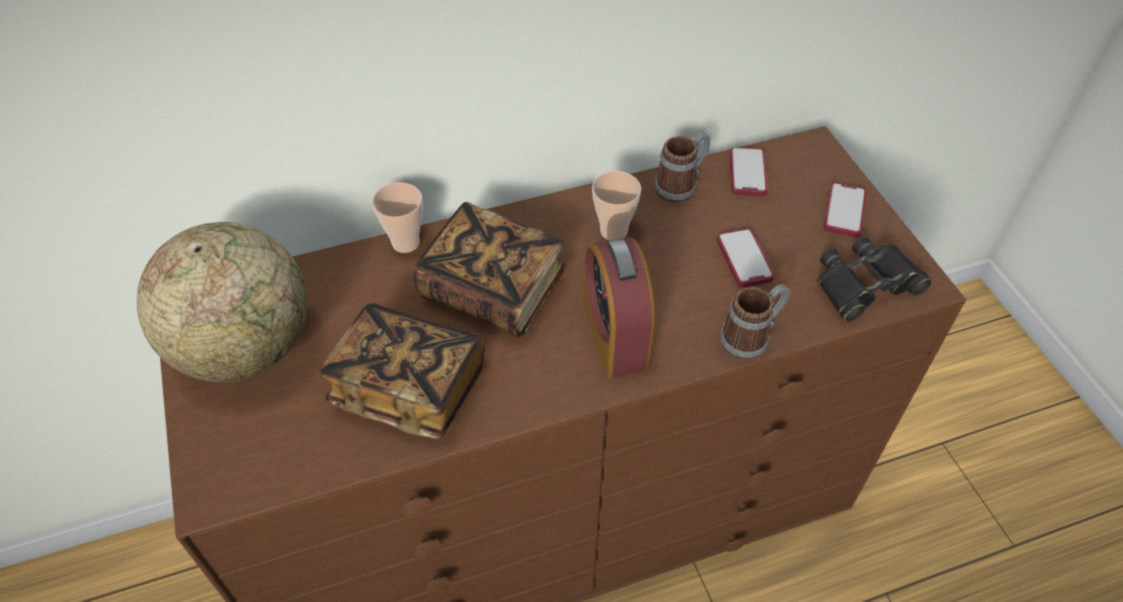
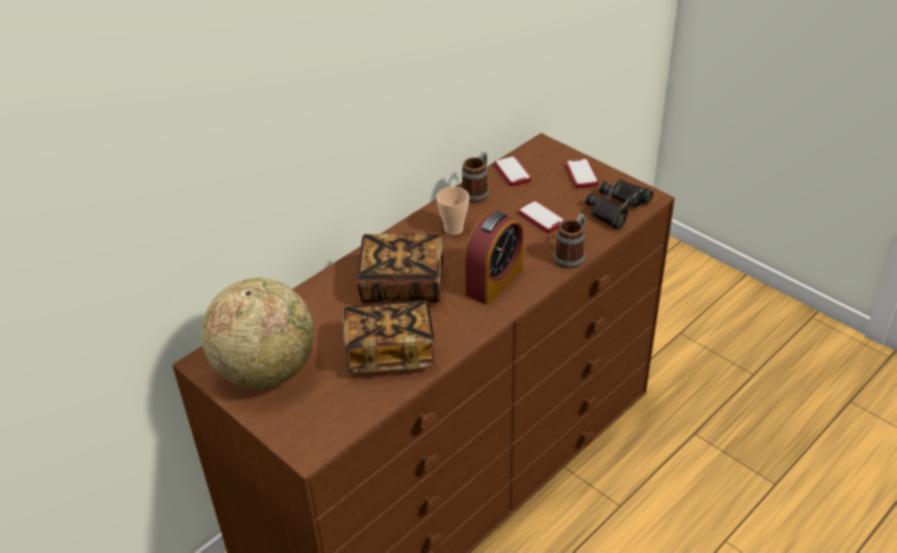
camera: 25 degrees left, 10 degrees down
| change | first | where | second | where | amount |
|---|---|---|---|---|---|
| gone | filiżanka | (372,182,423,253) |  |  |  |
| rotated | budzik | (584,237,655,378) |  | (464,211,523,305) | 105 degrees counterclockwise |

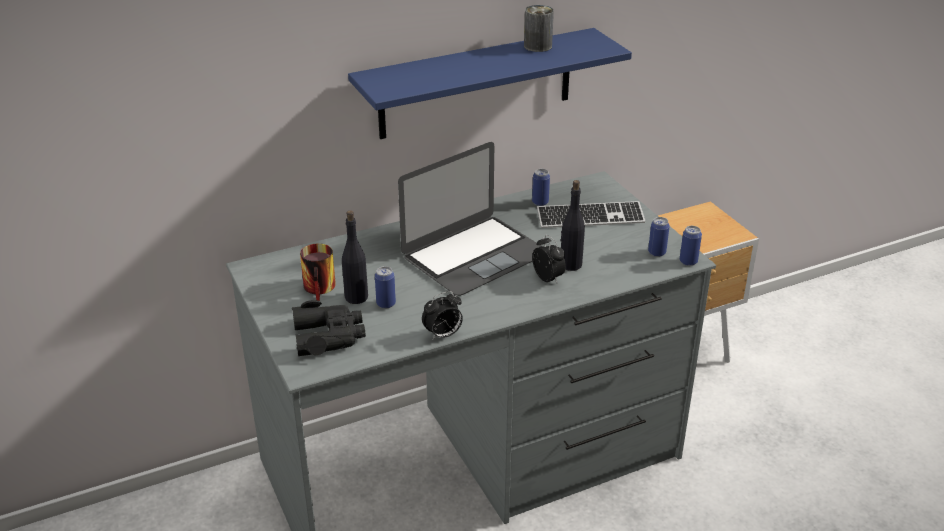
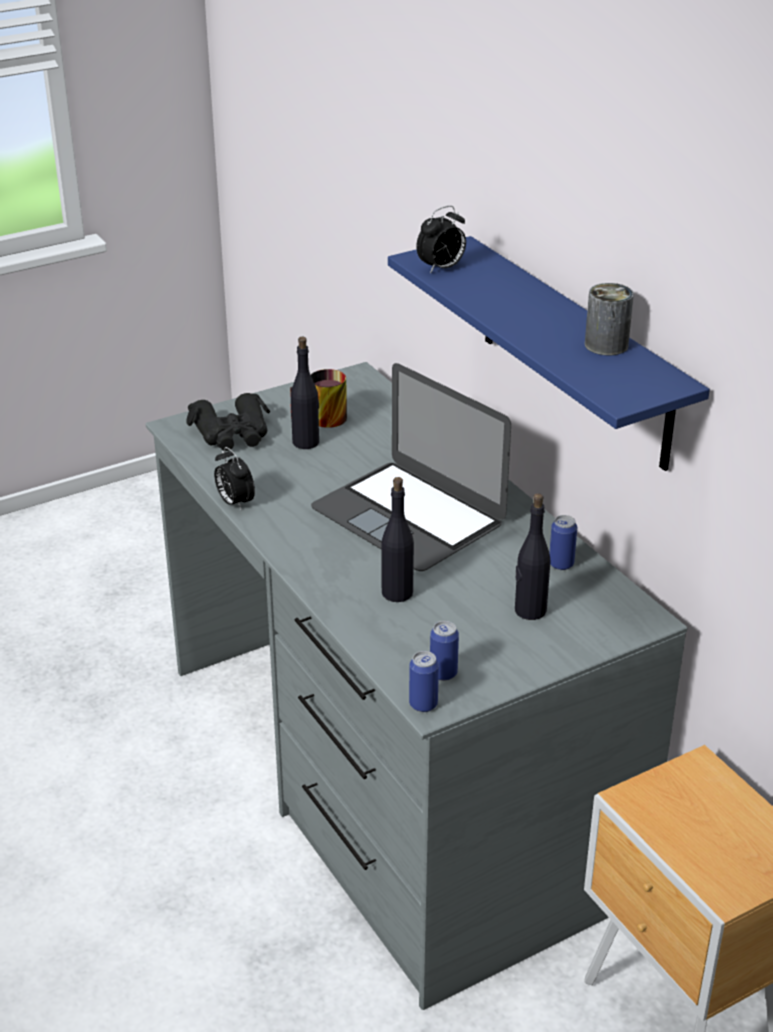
camera: 85 degrees right, 0 degrees up
| change | first | where | second | where | amount |
|---|---|---|---|---|---|
| gone | puszka | (375,266,396,309) |  |  |  |
| shifted | budzik | (532,235,566,283) |  | (416,206,466,274) |  |
| swapped | klawiatura | (537,201,645,228) | butelka [czarny] | (515,493,550,620) |  |

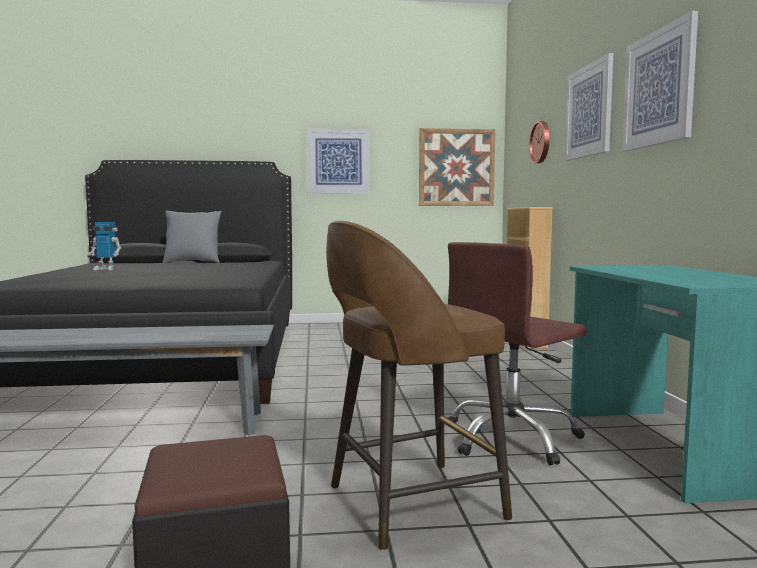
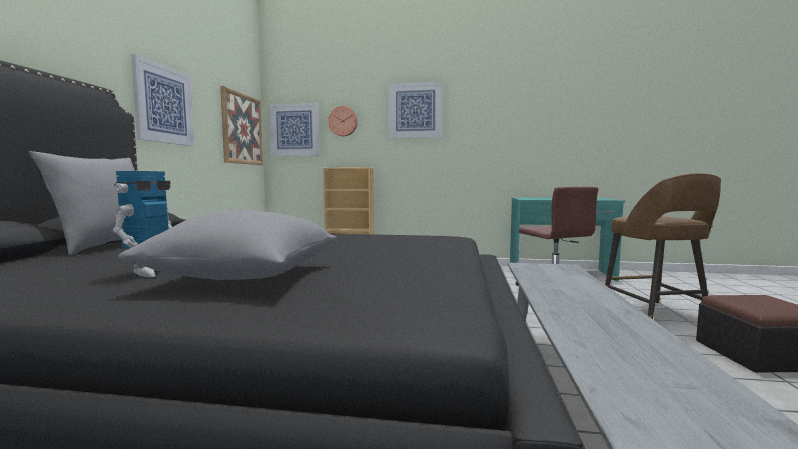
camera: 75 degrees left, 0 degrees up
| change | first | where | second | where | amount |
|---|---|---|---|---|---|
| new |  |  | poduszka [szary] | (118,210,337,280) |  |
| shifted | obraz | (622,11,698,151) |  | (269,103,320,156) |  |

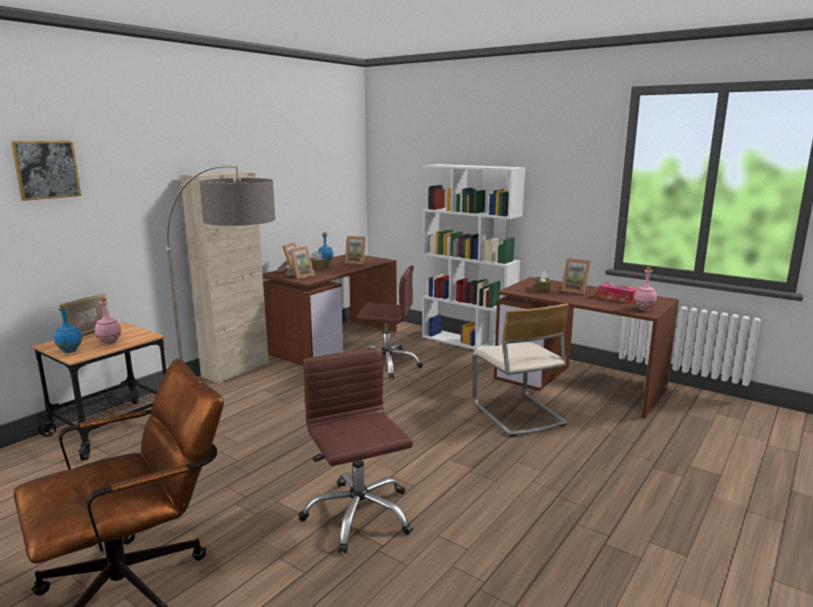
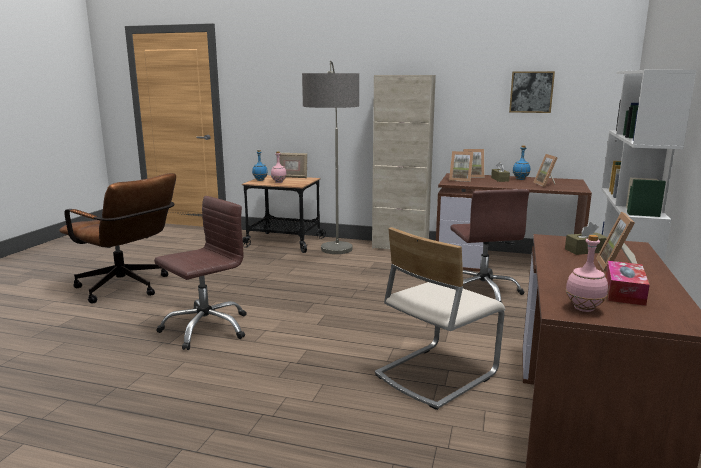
camera: 70 degrees right, 0 degrees up
| change | first | where | second | where | amount |
|---|---|---|---|---|---|
| shifted | obraz | (11,141,81,201) |  | (509,71,555,113) |  |

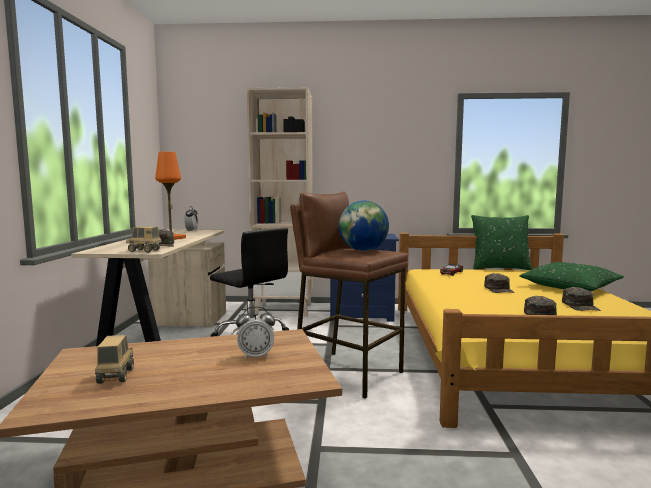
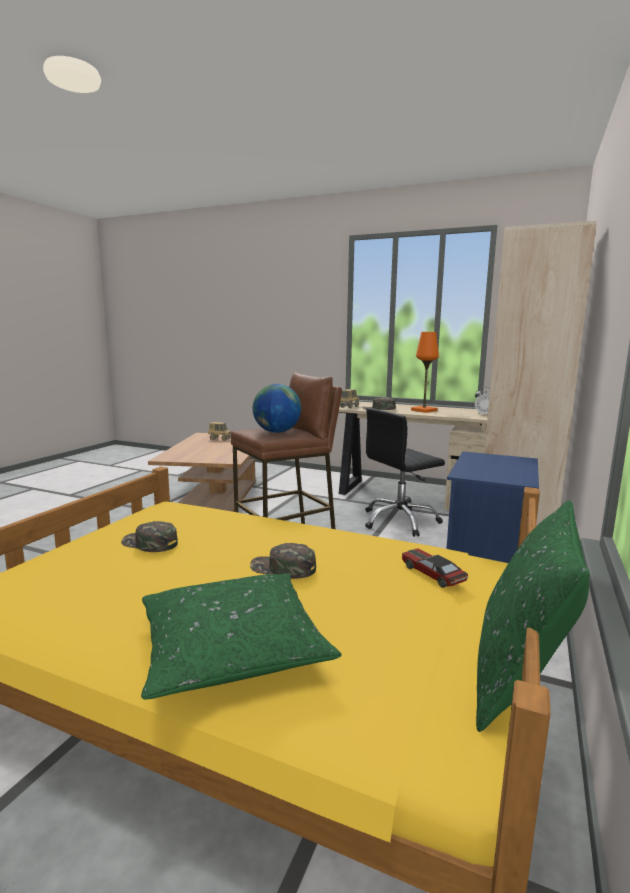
camera: 110 degrees right, 5 degrees up
| change | first | where | second | where | amount |
|---|---|---|---|---|---|
| gone | budzik | (236,306,275,359) |  |  |  |
| gone | czapka z daszkiem [zielony] | (562,287,601,311) |  |  |  |

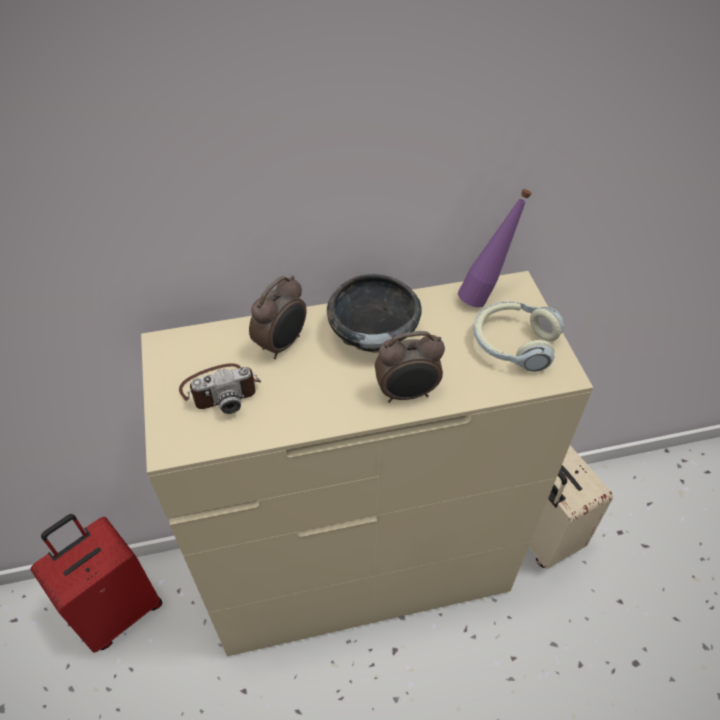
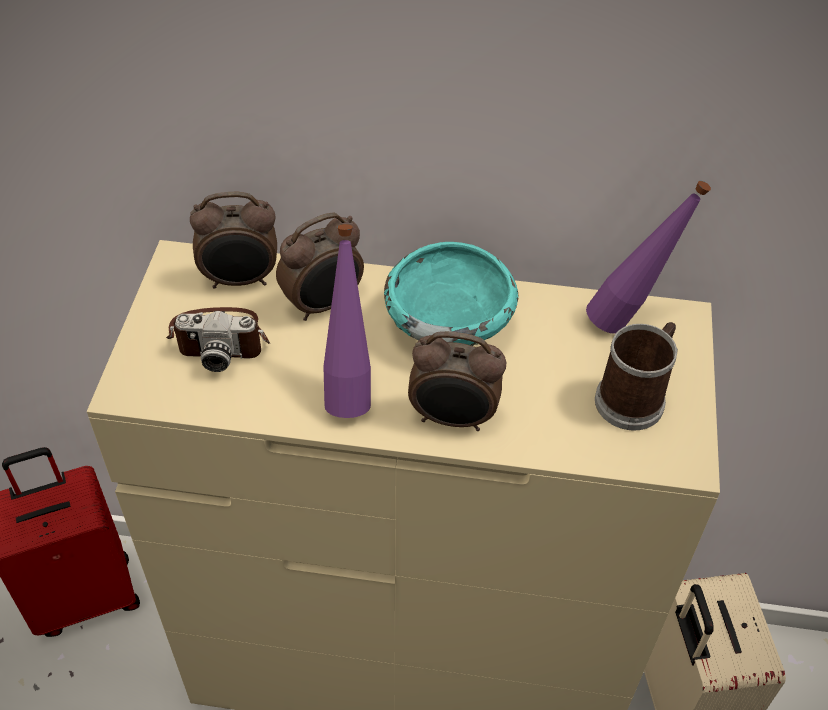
camera: 20 degrees right, 0 degrees up
| change | first | where | second | where | amount |
|---|---|---|---|---|---|
| new |  |  | budzik | (190,192,277,289) |  |
| new |  |  | butelka [fioletowy] | (323,224,371,418) |  |
| swapped | słuchawki | (473,301,564,372) | kubek | (595,322,678,431) |  |
| repainted | miska [czarny] | (327,274,422,353) | miska [turkusowy] | (384,242,519,346) |  |

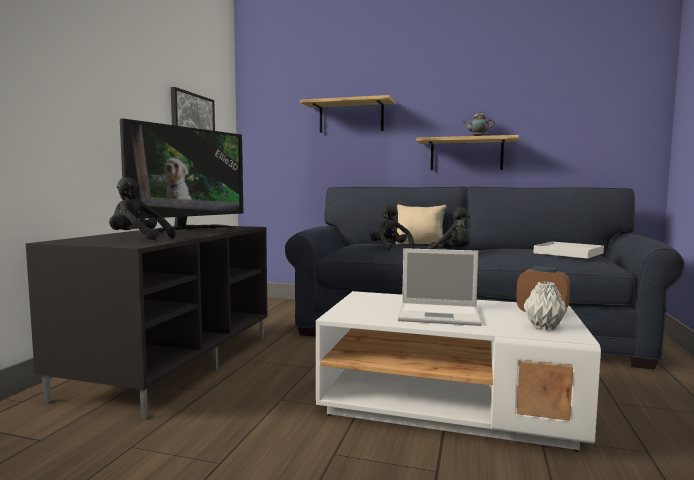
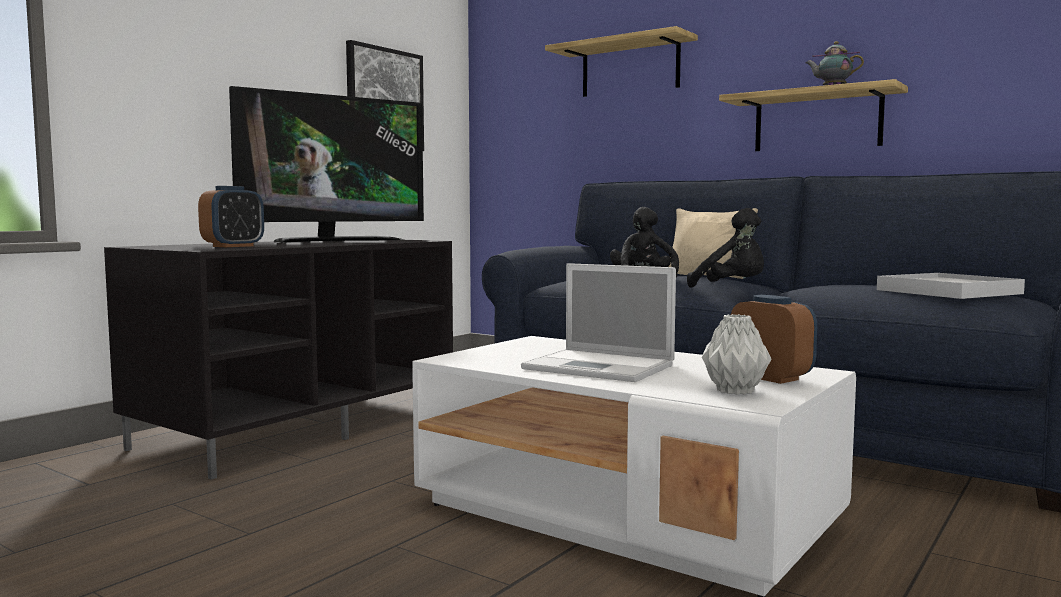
camera: 20 degrees right, 0 degrees up
| change | first | where | second | where | amount |
|---|---|---|---|---|---|
| swapped | pluszak [czarny] | (109,177,176,240) | budzik | (198,186,264,247) |  |

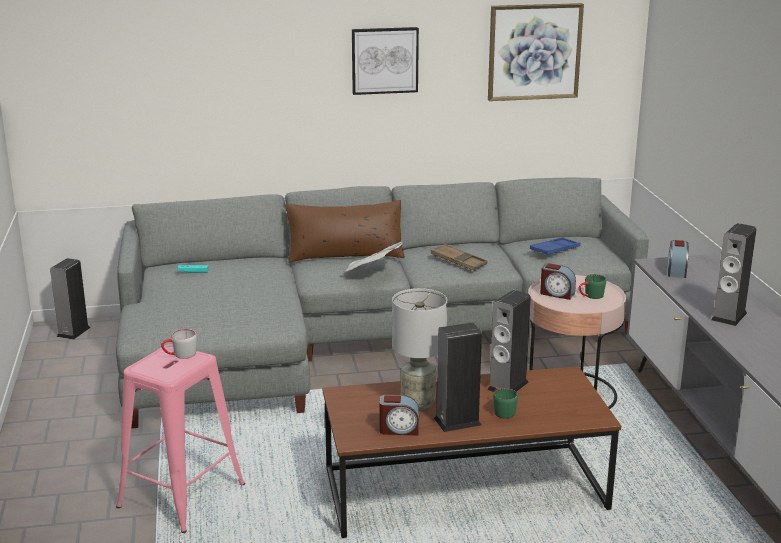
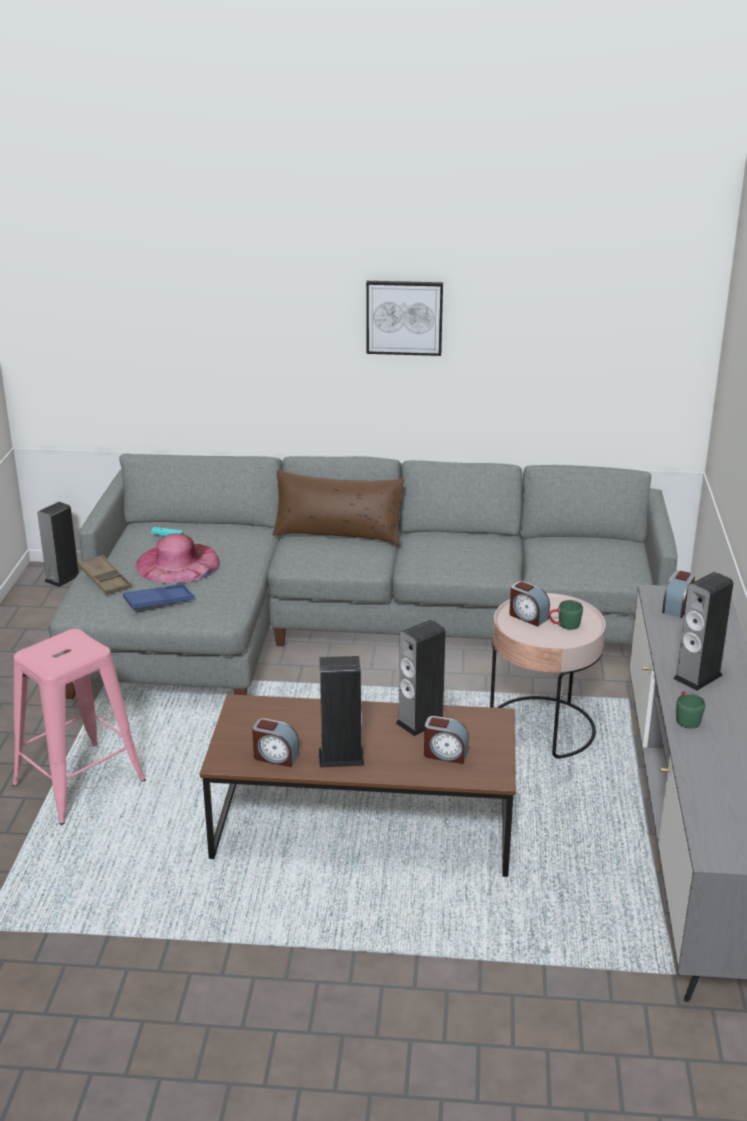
camera: 15 degrees right, 5 degrees up
| change | first | where | second | where | amount |
|---|---|---|---|---|---|
| gone | kubek [szary] | (161,329,197,359) |  |  |  |
| gone | gazeta | (343,241,403,273) |  |  |  |
| gone | lampa stołowa [szary] | (392,288,447,410) |  |  |  |
| gone | obraz | (488,3,584,101) |  |  |  |
| new |  |  | kapelusz [różowy] | (136,533,220,584) |  |
| new |  |  | budzik | (424,716,469,764) |  |
| shifted | taca [brązowy] | (431,244,487,270) |  | (78,555,132,595) |  |
| shifted | kubek [zielony] | (493,387,518,418) |  | (676,691,705,728) |  |
| shifted | taca [niebieski] | (530,237,580,256) |  | (123,584,194,610) |  |

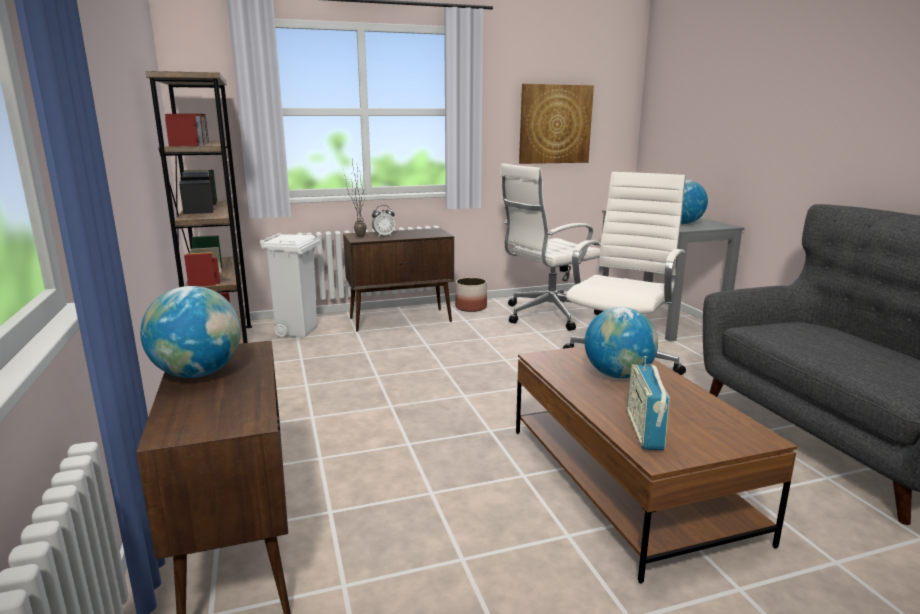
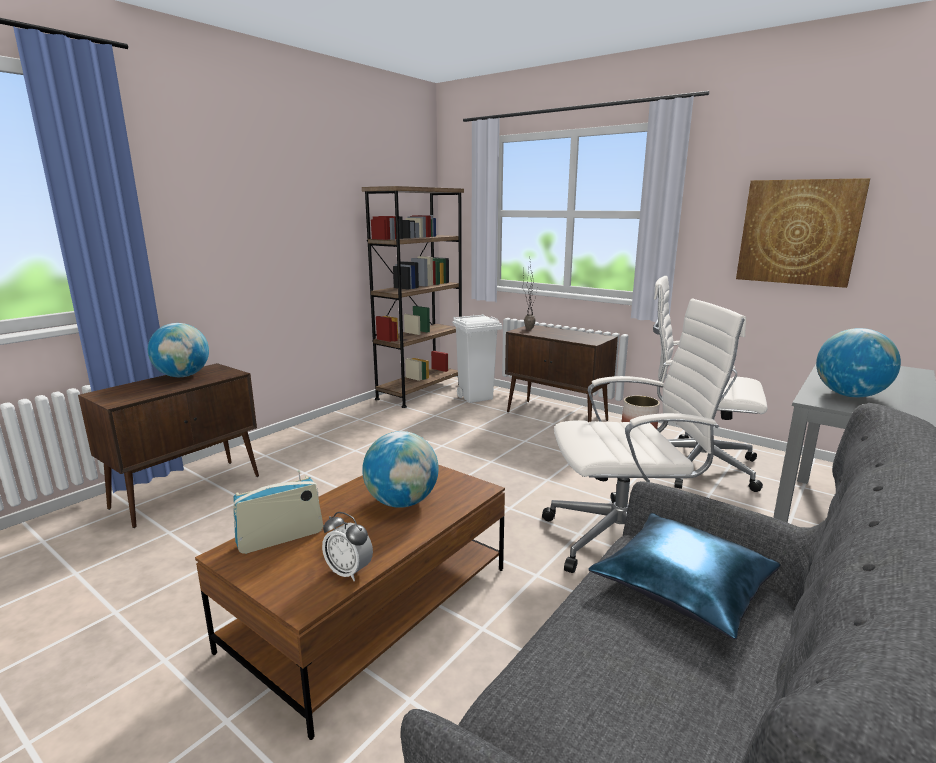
camera: 55 degrees right, 0 degrees up
| change | first | where | second | where | amount |
|---|---|---|---|---|---|
| new |  |  | poduszka [niebieski] | (589,513,781,639) |  |
| shifted | budzik | (372,205,395,236) |  | (322,512,373,581) |  |

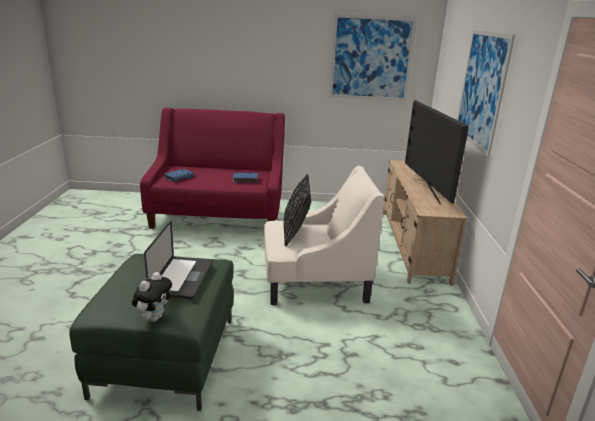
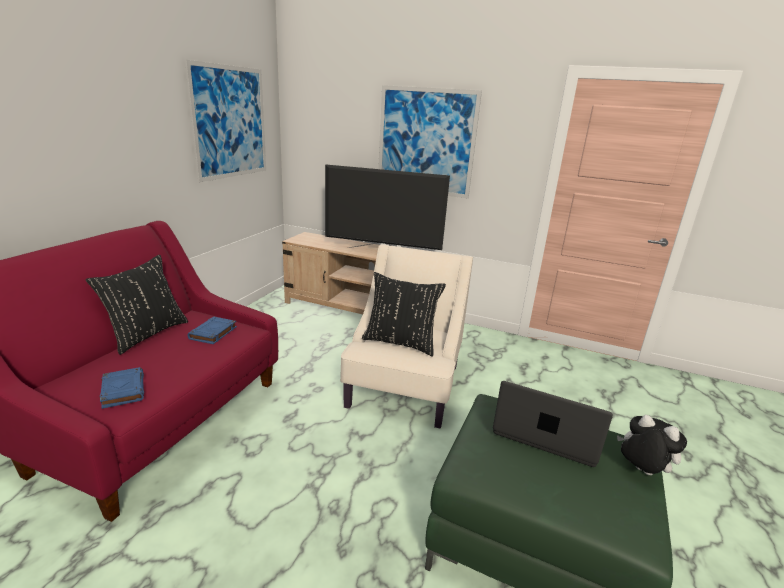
camera: 70 degrees left, 0 degrees up
| change | first | where | second | where | amount |
|---|---|---|---|---|---|
| new |  |  | poduszka [czarny] | (86,255,188,355) |  |

